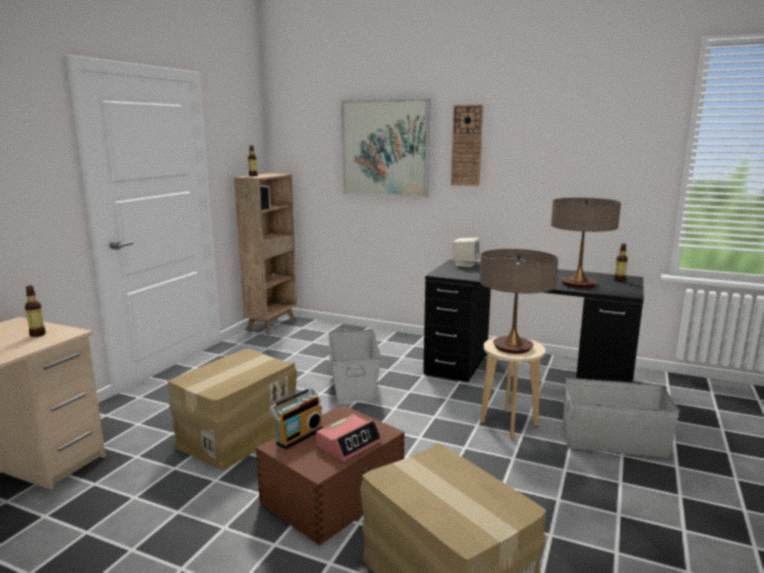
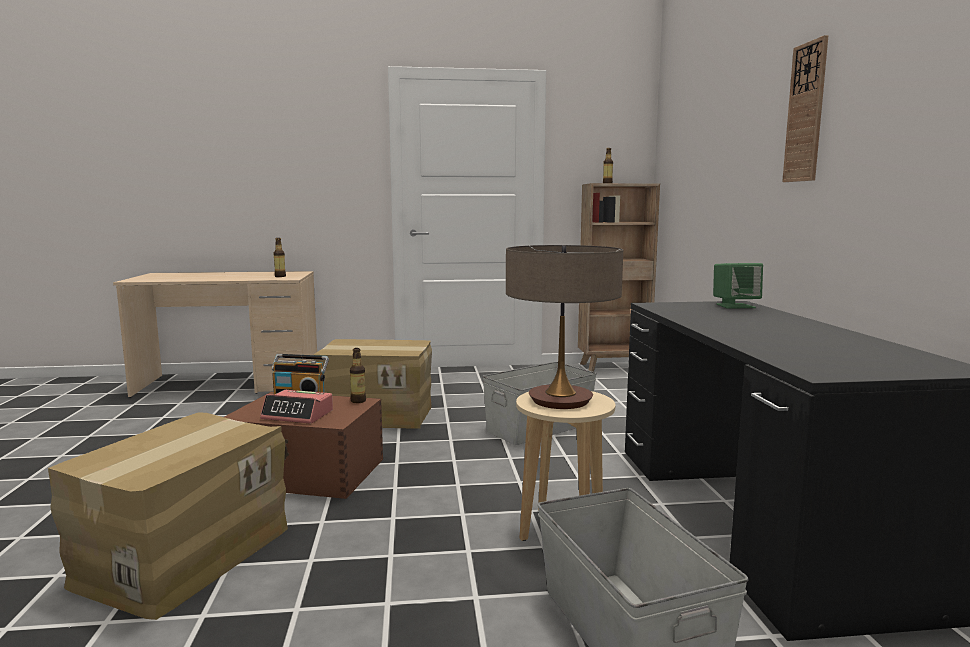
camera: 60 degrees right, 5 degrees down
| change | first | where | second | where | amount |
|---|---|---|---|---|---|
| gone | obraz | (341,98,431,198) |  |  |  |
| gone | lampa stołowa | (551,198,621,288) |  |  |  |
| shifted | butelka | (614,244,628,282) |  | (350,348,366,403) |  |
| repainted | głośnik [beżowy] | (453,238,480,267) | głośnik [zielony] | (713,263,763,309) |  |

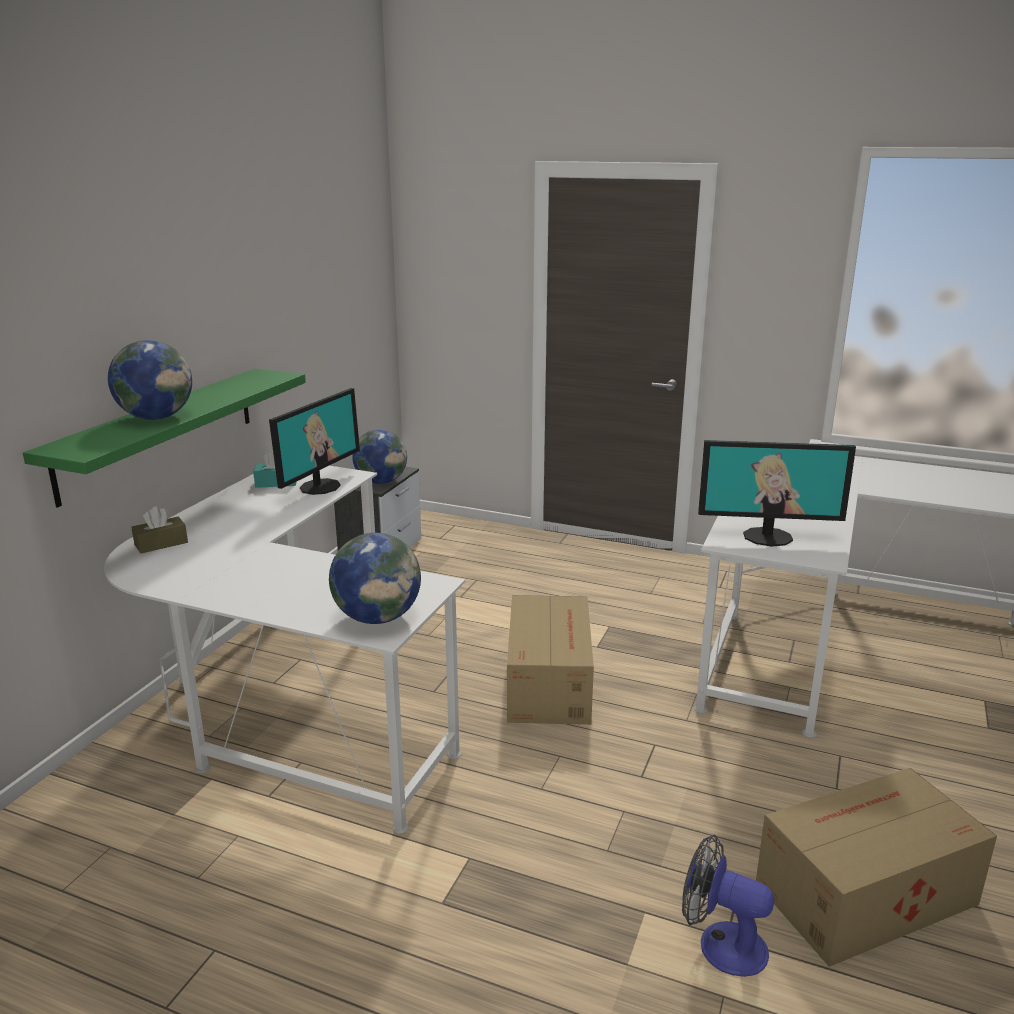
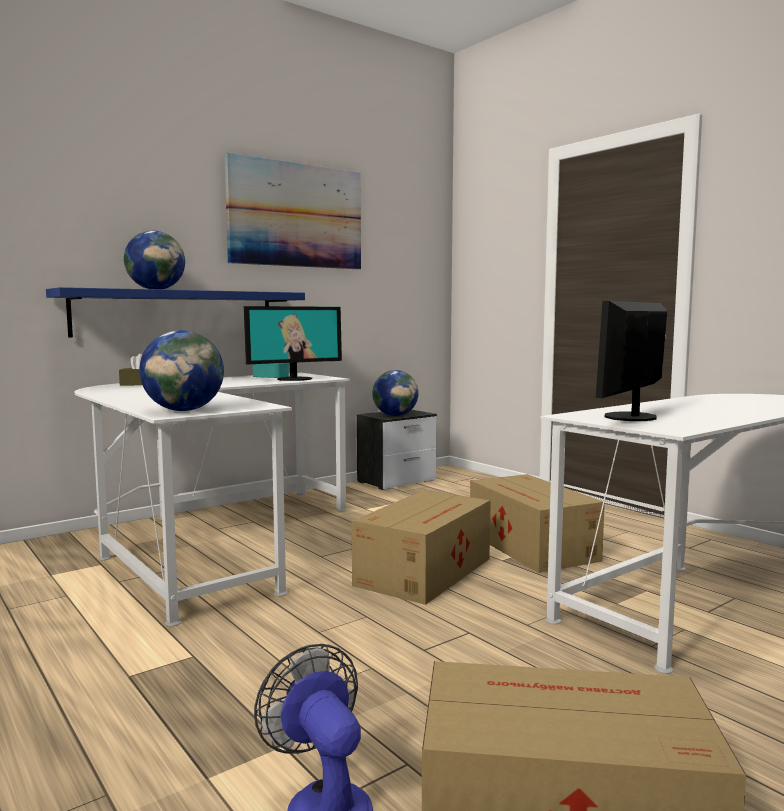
camera: 30 degrees right, 15 degrees down
| change | first | where | second | where | amount |
|---|---|---|---|---|---|
| new |  |  | obraz | (224,153,361,269) |  |
| new |  |  | karton | (470,474,605,573) |  |
| repainted | półka [zielony] | (23,369,306,508) | półka [niebieski] | (46,287,305,338) |  |
| rotated | monitor | (698,440,856,547) |  | (596,301,667,421) | 90 degrees clockwise |

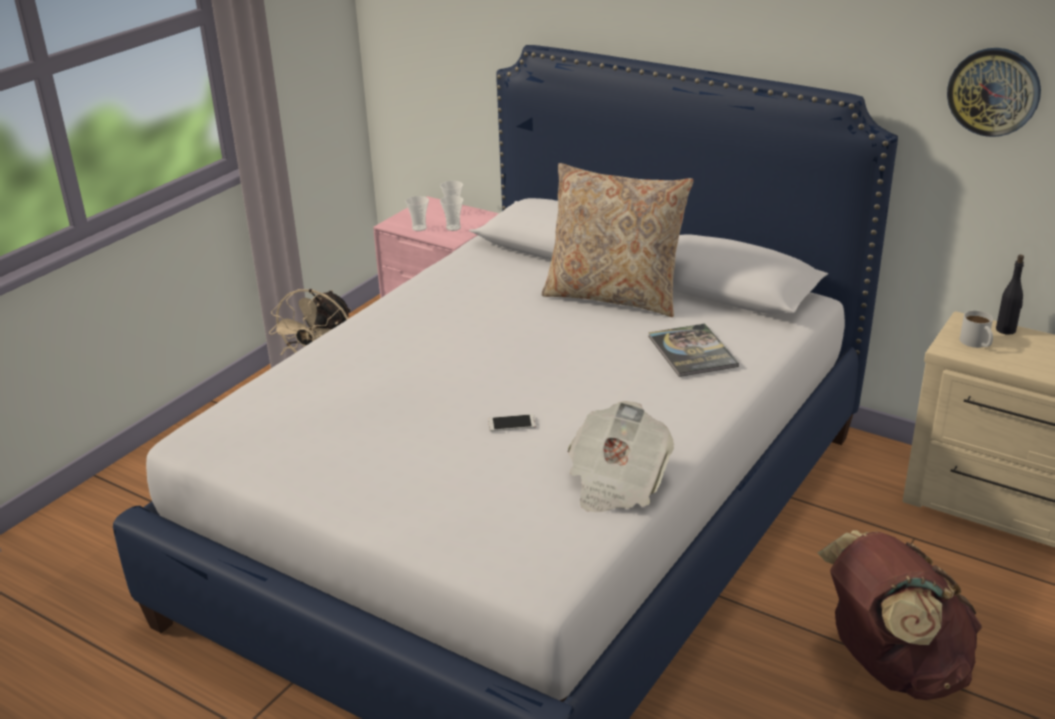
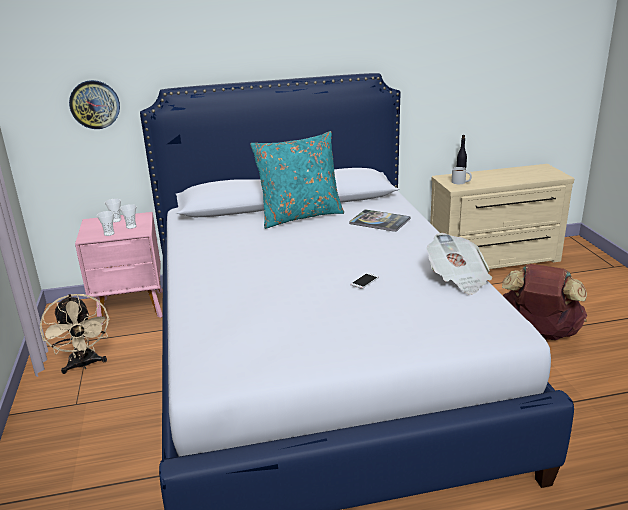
camera: 45 degrees left, 5 degrees down
| change | first | where | second | where | amount |
|---|---|---|---|---|---|
| shifted | zegar ścienny | (947,48,1041,137) |  | (69,80,120,129) |  |
| repainted | poduszka [beżowy] | (542,163,694,317) | poduszka [turkusowy] | (250,131,344,229) |  |

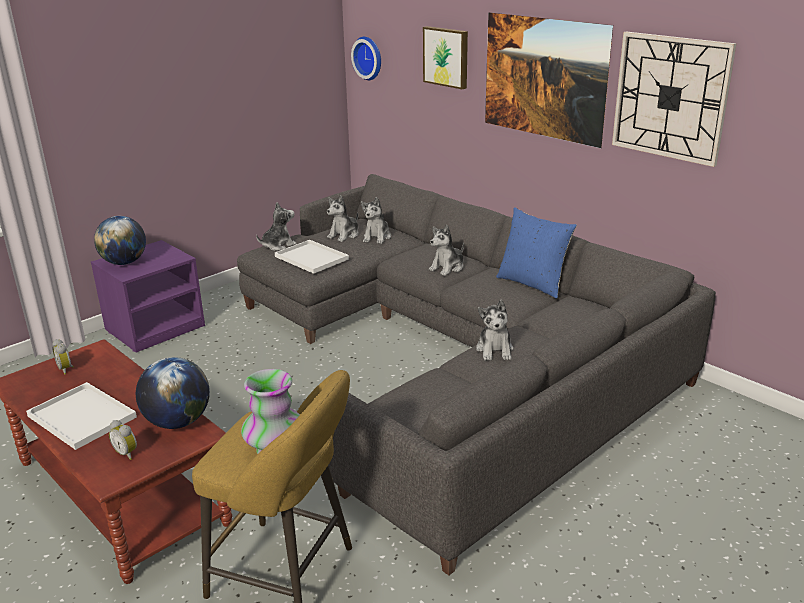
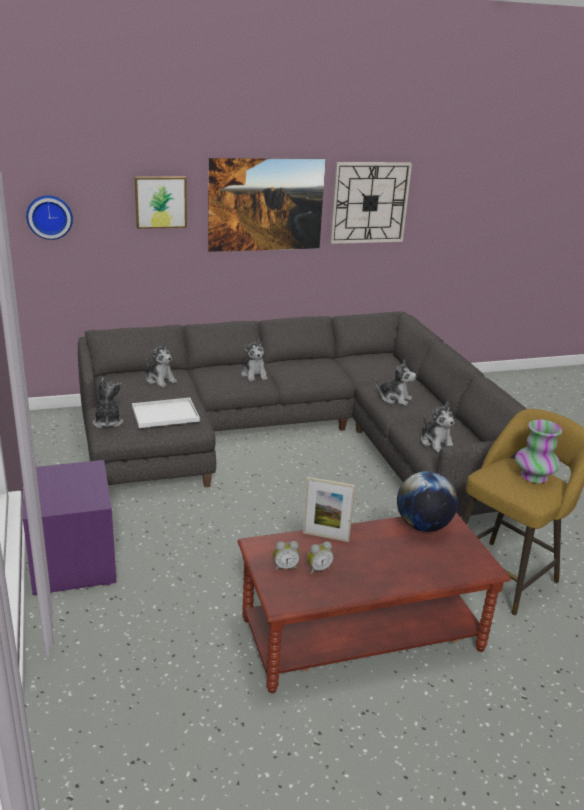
camera: 65 degrees left, 0 degrees up
| change | first | where | second | where | amount |
|---|---|---|---|---|---|
| gone | taca [biały] | (26,382,137,450) |  |  |  |
| gone | globus | (94,216,146,265) |  |  |  |
| gone | poduszka [niebieski] | (496,207,577,299) |  |  |  |
| new |  |  | ramka na zdjęcie | (303,477,355,542) |  |
| shifted | budzik | (109,420,137,460) |  | (307,541,334,574) |  |
| shifted | pluszak | (327,195,359,242) |  | (421,402,455,452) |  |

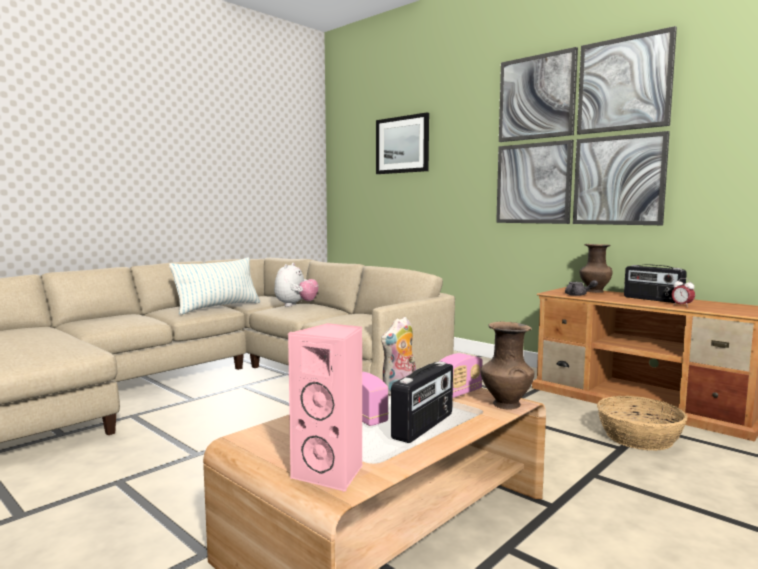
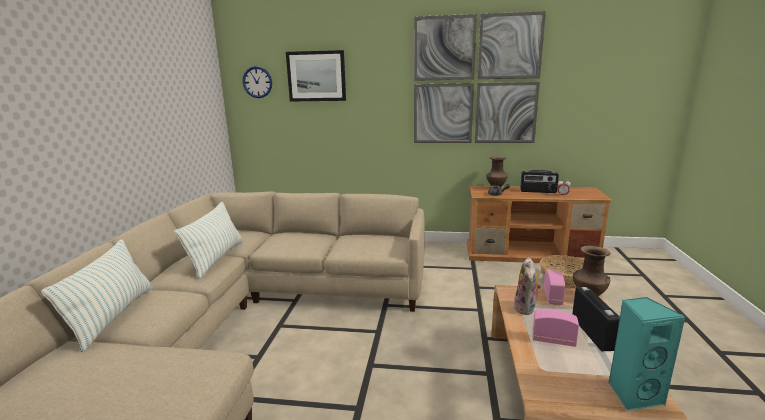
camera: 35 degrees left, 10 degrees up
| change | first | where | second | where | amount |
|---|---|---|---|---|---|
| gone | pluszak | (274,263,319,307) |  |  |  |
| new |  |  | poduszka | (41,239,153,352) |  |
| new |  |  | zegar ścienny | (243,66,272,98) |  |
| repainted | głośnik [różowy] | (288,323,363,492) | głośnik [turkusowy] | (608,297,685,411) |  |

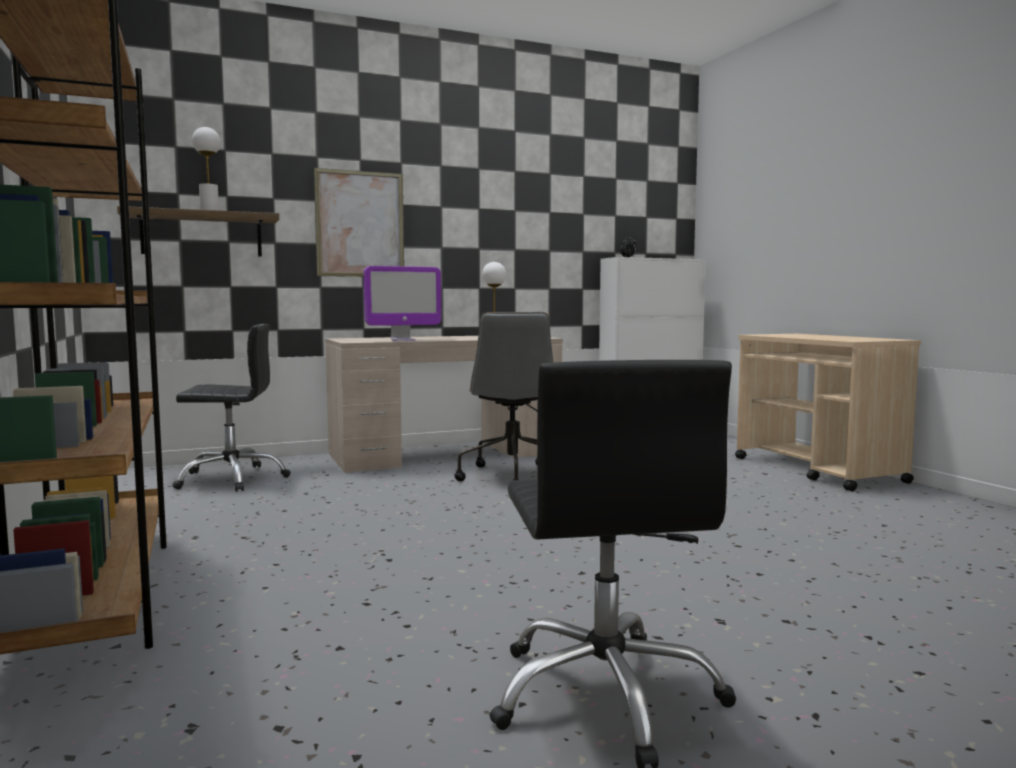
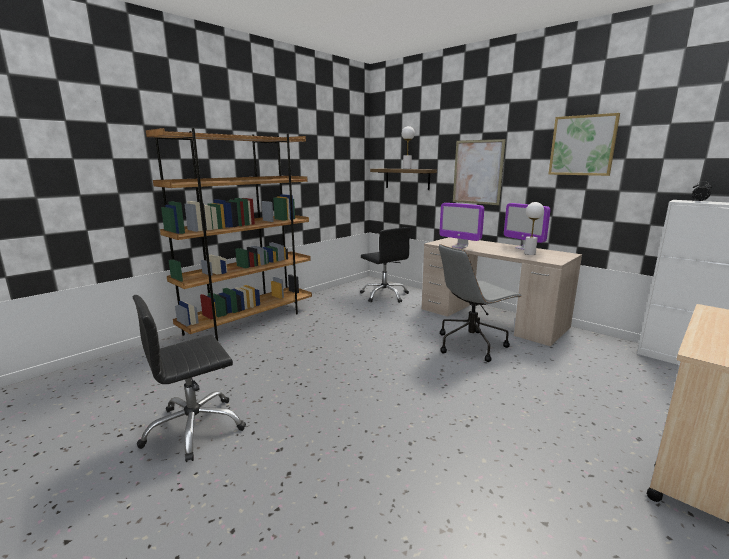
camera: 65 degrees right, 10 degrees up
| change | first | where | second | where | amount |
|---|---|---|---|---|---|
| new |  |  | monitor | (504,203,550,250) |  |
| new |  |  | obraz | (549,113,620,176) |  |

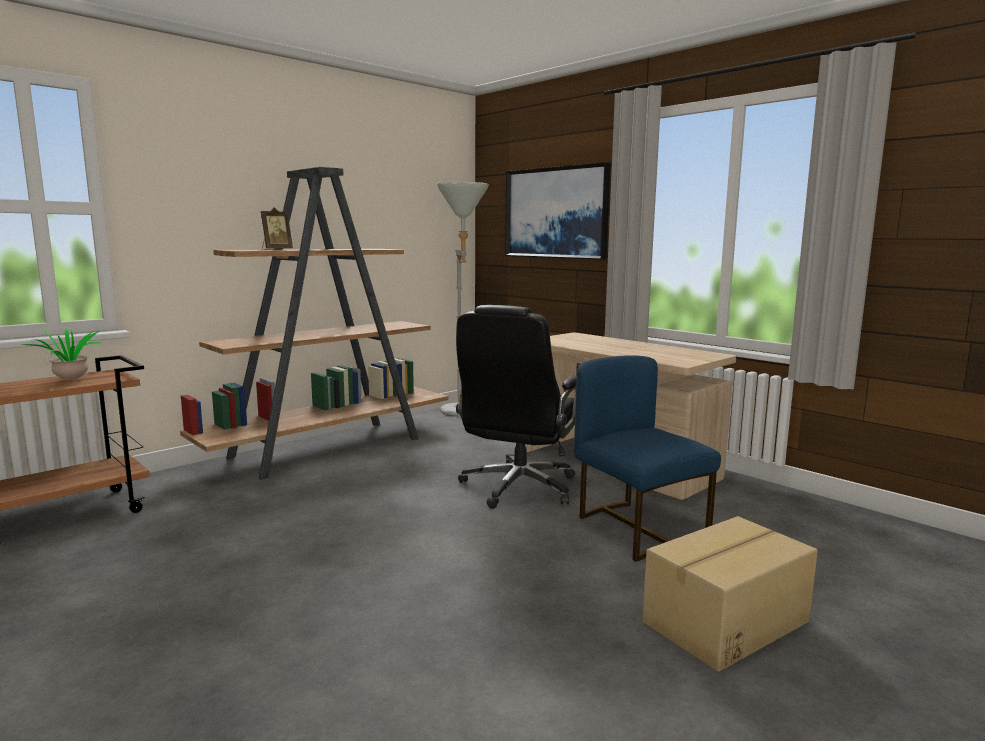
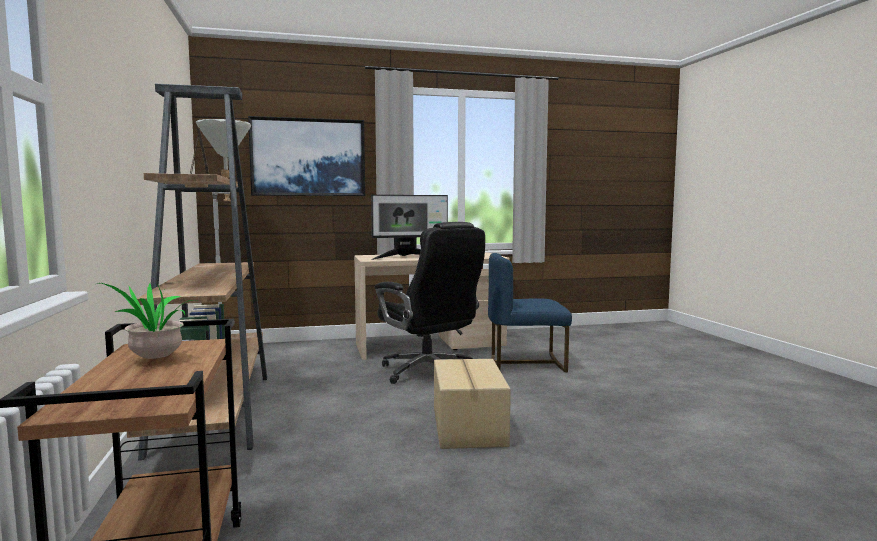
camera: 60 degrees left, 5 degrees down
| change | first | where | second | where | amount |
|---|---|---|---|---|---|
| new |  |  | monitor | (371,195,448,260) |  |
| shifted | karton | (642,516,818,672) |  | (434,359,511,449) |  |

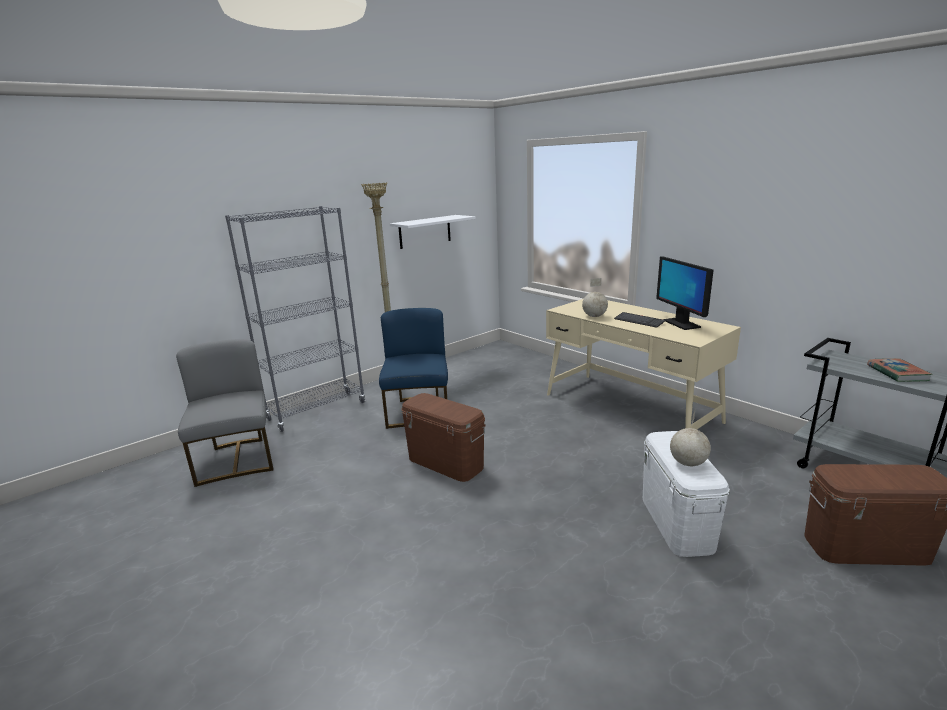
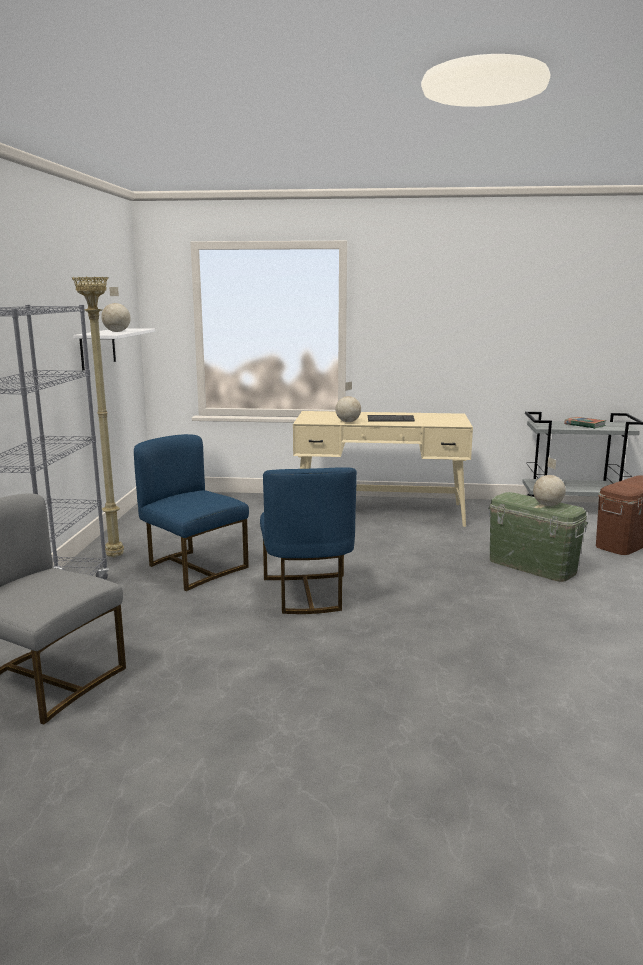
camera: 45 degrees left, 5 degrees down
| change | first | where | second | where | amount |
|---|---|---|---|---|---|
| gone | monitor | (656,256,714,330) |  |  |  |
| new |  |  | globus | (101,287,131,332) |  |
| swapped | pojemnik do przechowywania [brązowy] | (402,393,486,482) | krzesło [niebieski] | (260,467,357,614) |  |
| repainted | pojemnik do przechowywania [biały] | (643,431,730,557) | pojemnik do przechowywania [zielony] | (488,492,588,582) |  |

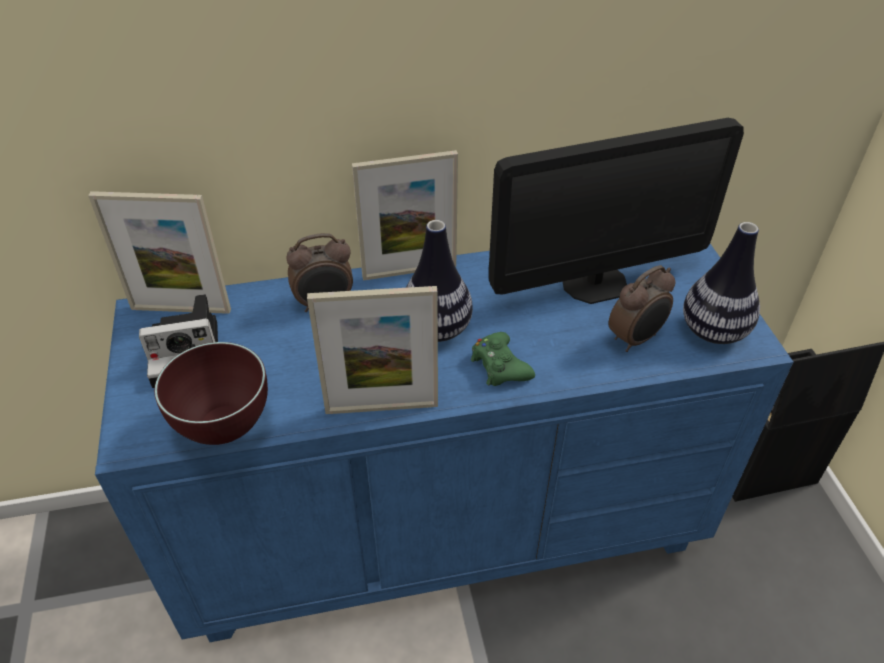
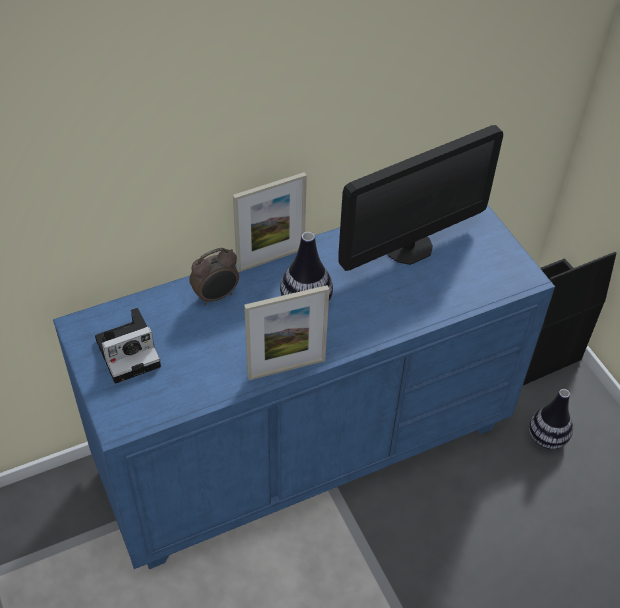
camera: 15 degrees left, 5 degrees up
| change | first | where | second | where | amount |
|---|---|---|---|---|---|
| gone | ramka na zdjęcie | (88,191,231,314) |  |  |  |
| gone | miska [brązowy] | (154,342,268,445) |  |  |  |
| gone | pad do gier [zielony] | (471,332,535,386) |  |  |  |
| gone | budzik | (609,265,675,352) |  |  |  |
| shifted | wazon | (683,222,760,344) |  | (529,389,573,449) |  |

